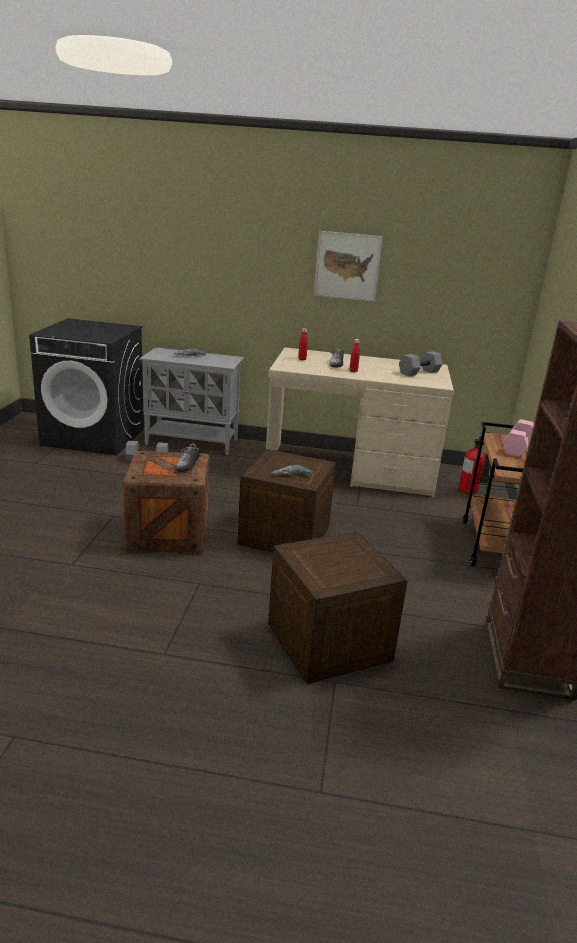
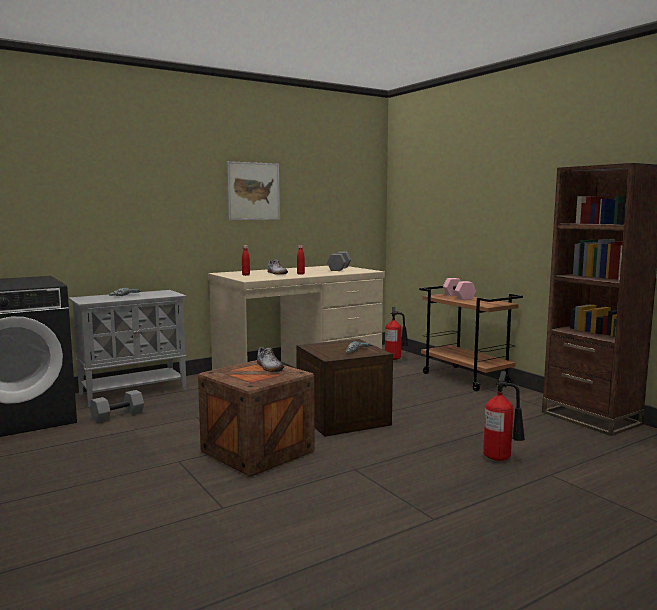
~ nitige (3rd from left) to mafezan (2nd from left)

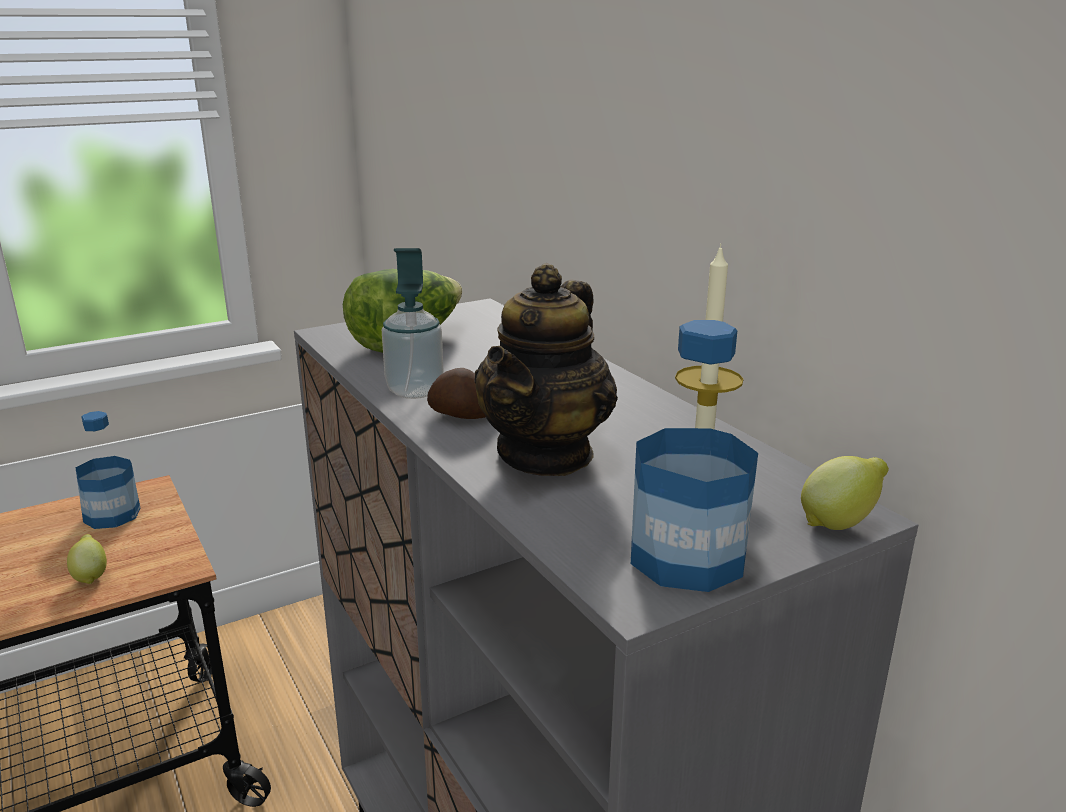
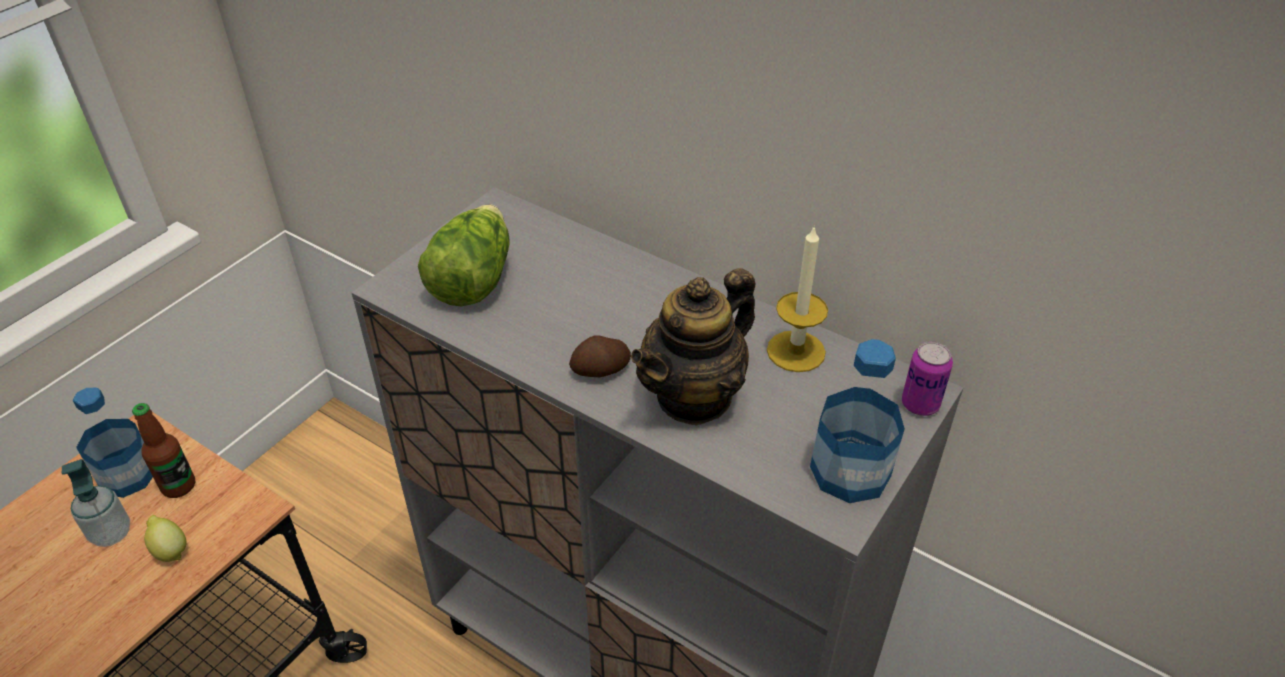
+ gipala (2nd from left)
~ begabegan
~ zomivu (2nd from left) to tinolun
~ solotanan 45 degrees clockwise

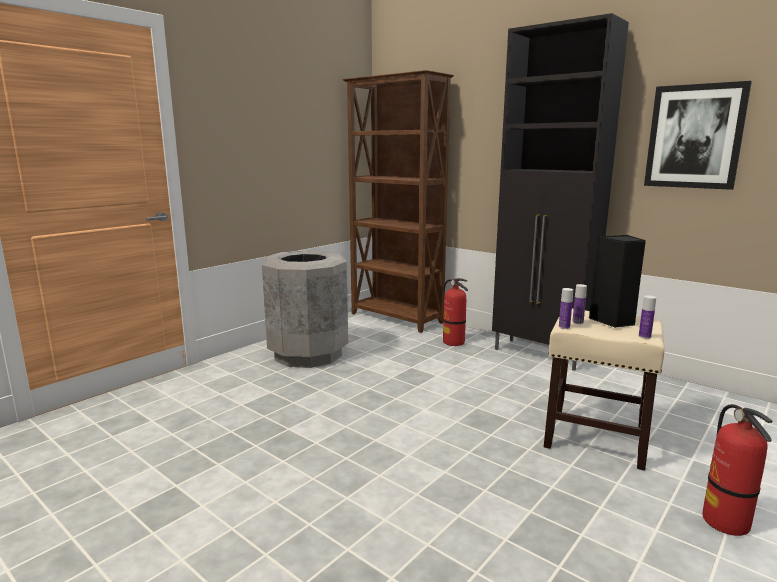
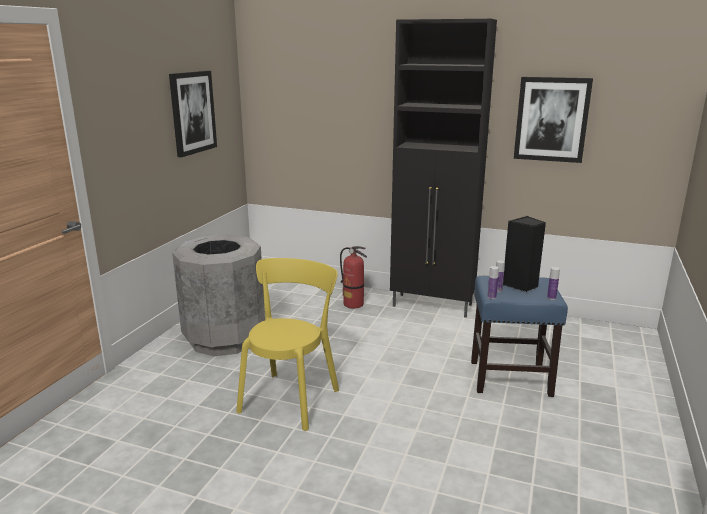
- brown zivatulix
- mafezan (2nd from left)
+ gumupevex (1st from left)
+ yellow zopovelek
~ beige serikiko to blue serikiko

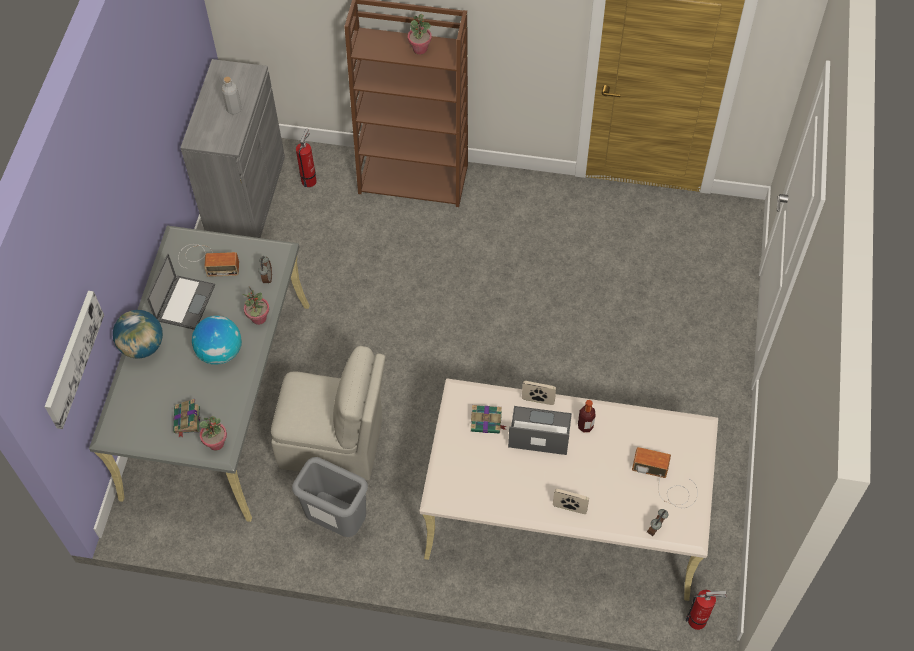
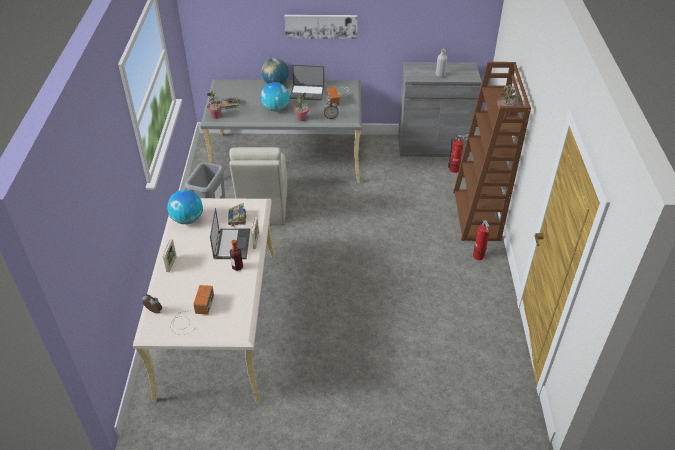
+ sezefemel (1st from left)
~ gumupevex
~ mafezan (2nd from left)

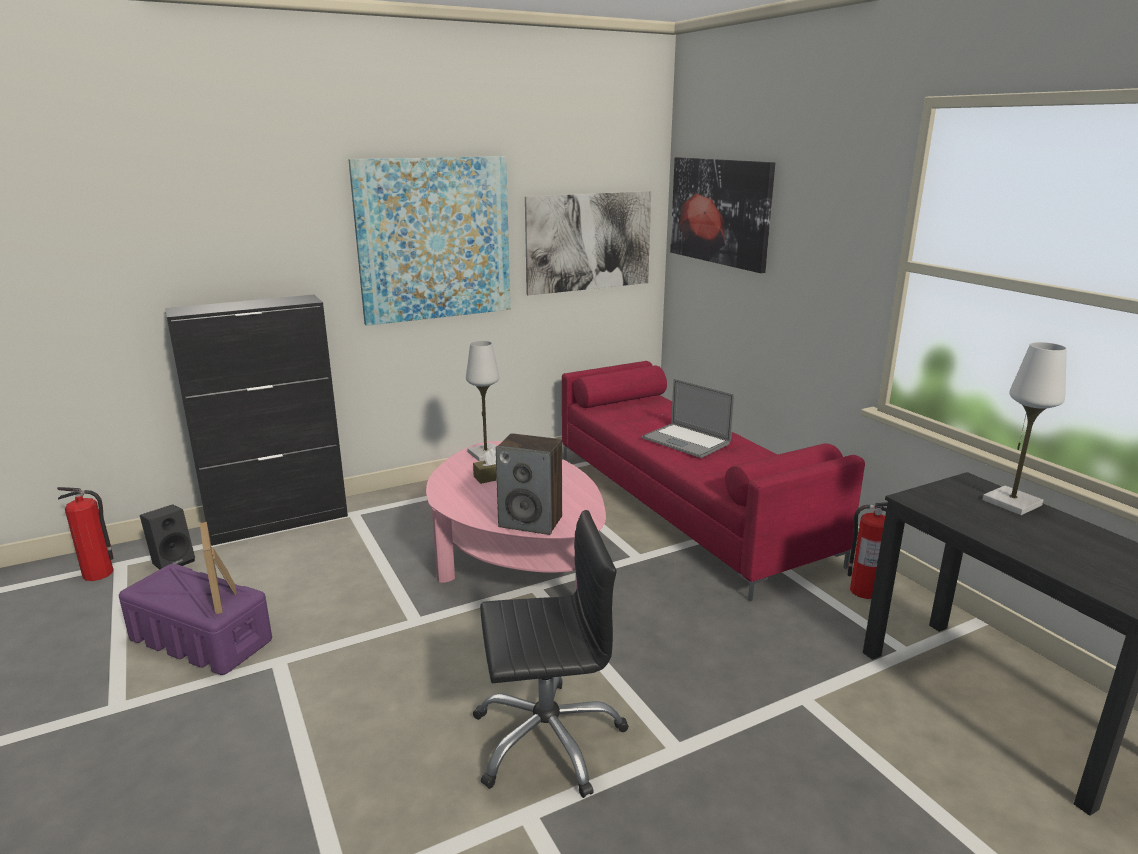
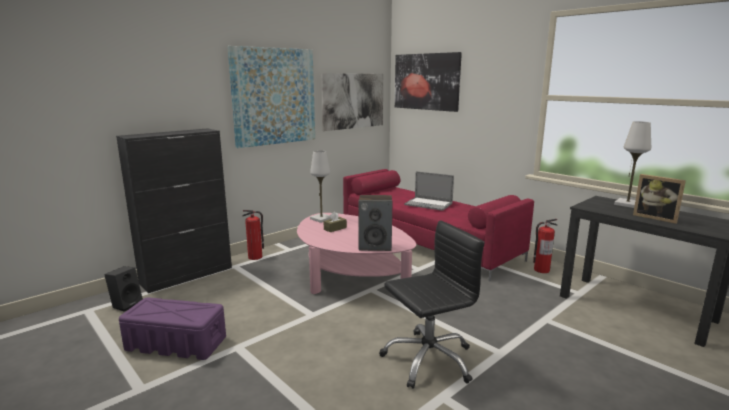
~ mafezan (1st from left)
~ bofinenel

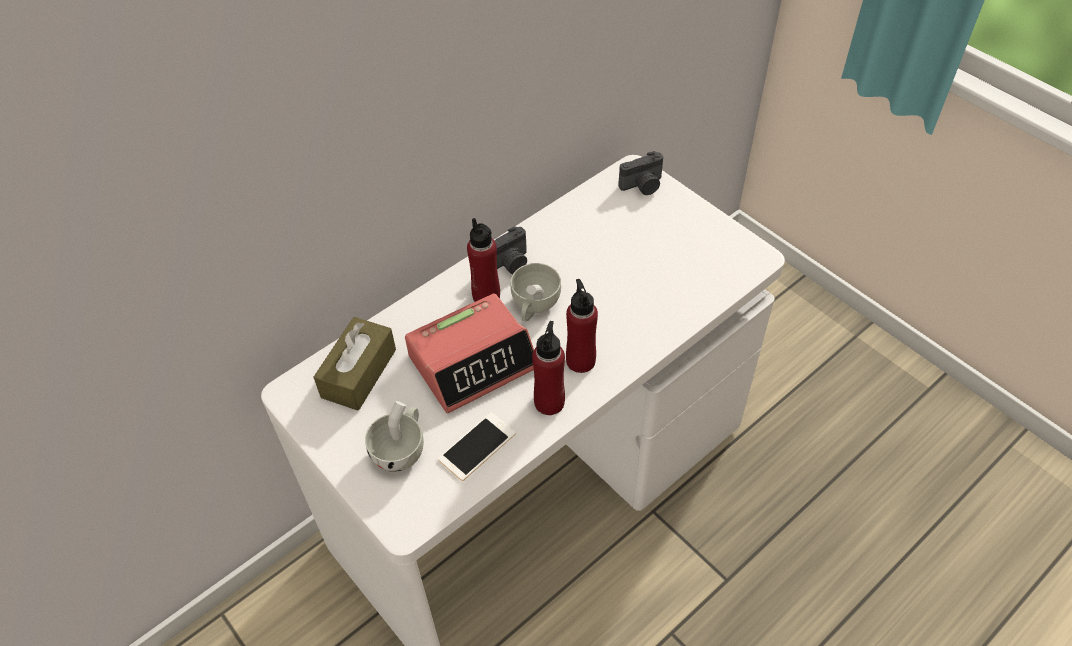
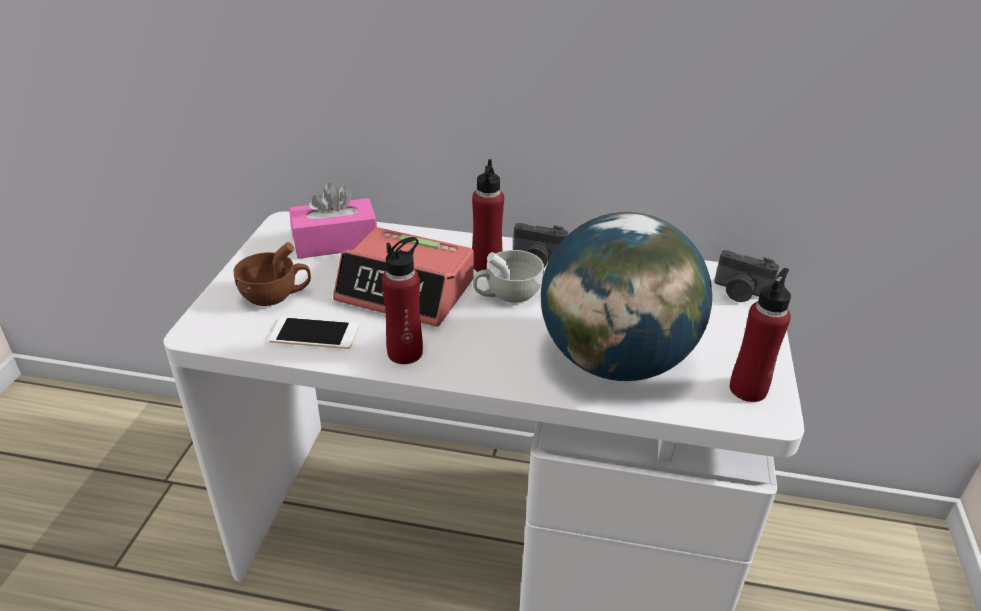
+ sezefemel
~ red gipala (3rd from left)
~ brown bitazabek to pink bitazabek
~ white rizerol (1st from left) to brown rizerol

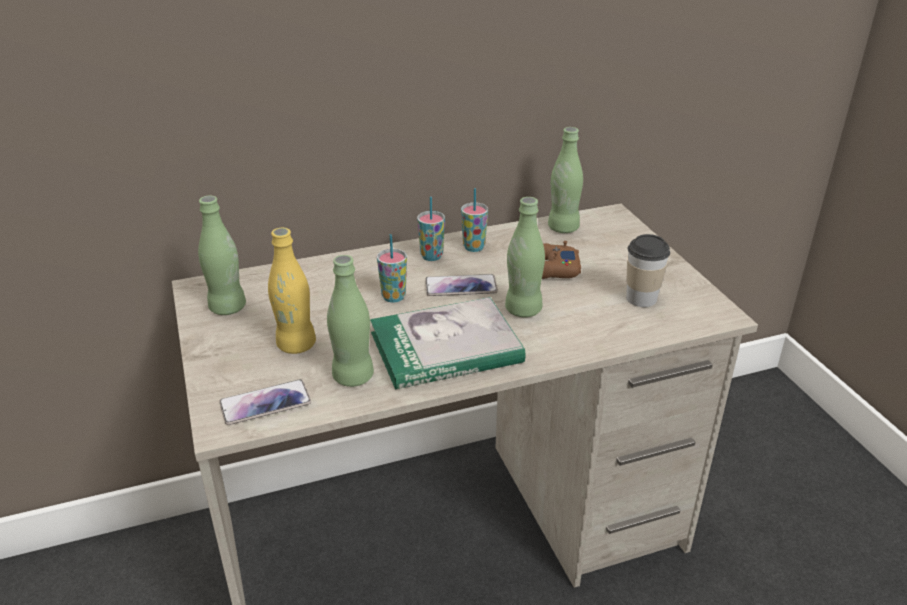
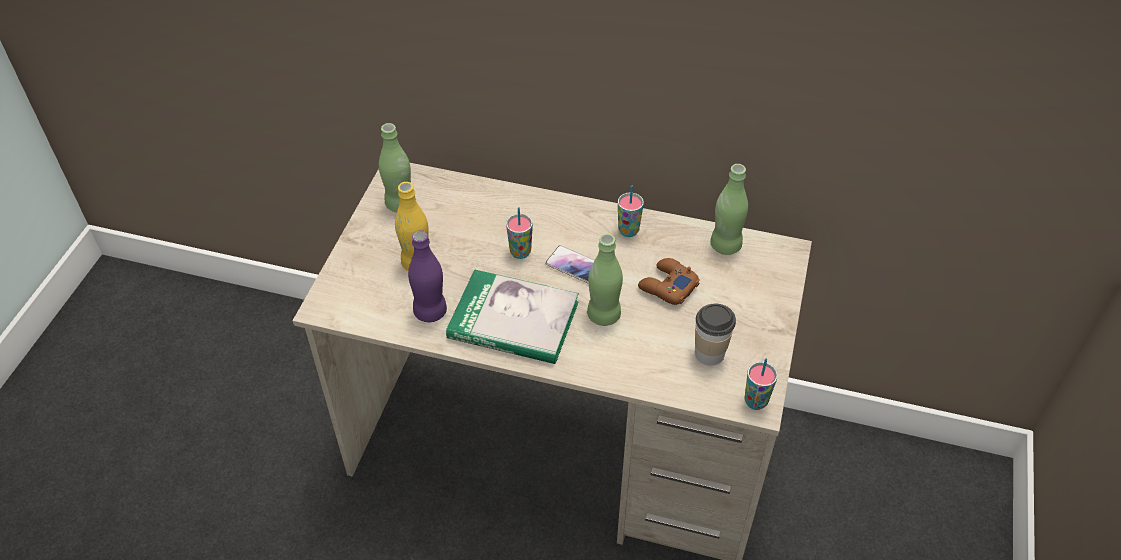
- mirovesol (1st from left)
~ rizerol (2nd from left in the first image) to rizerol (4th from left)
~ green gipala (2nd from left) to purple gipala

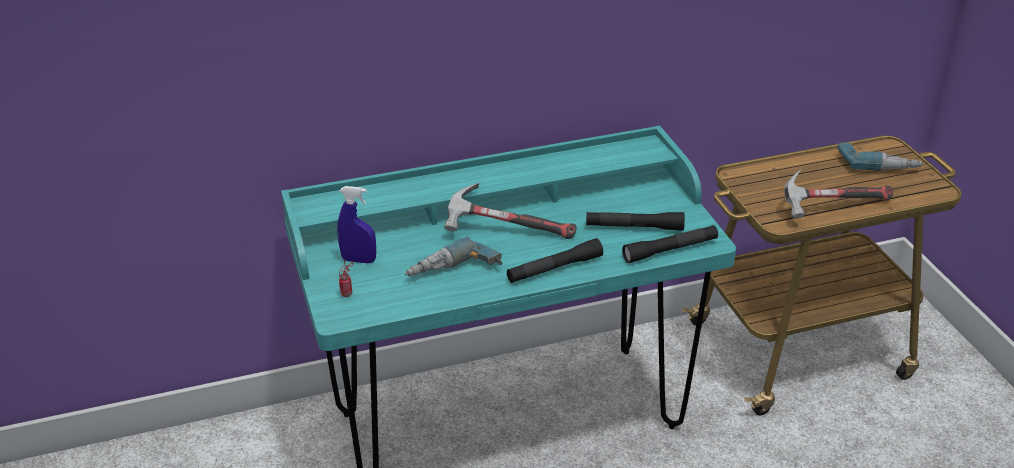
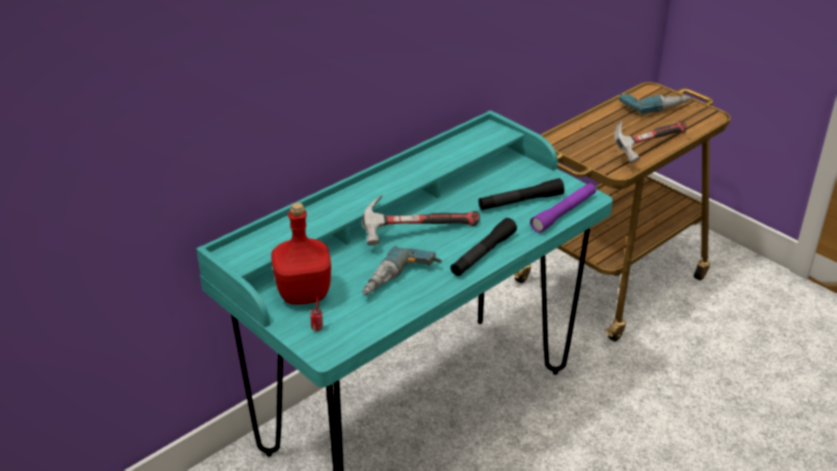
~ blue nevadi to red gipala
~ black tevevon (3rd from left) to purple tevevon

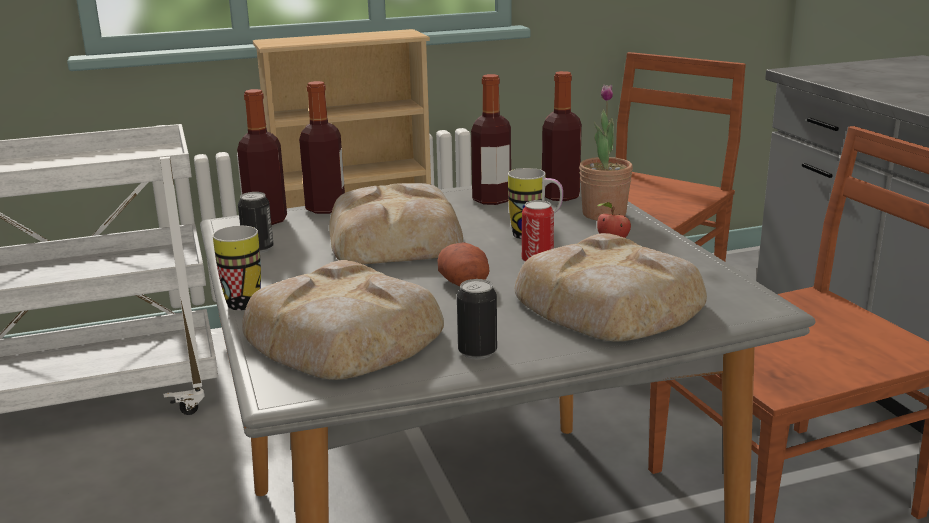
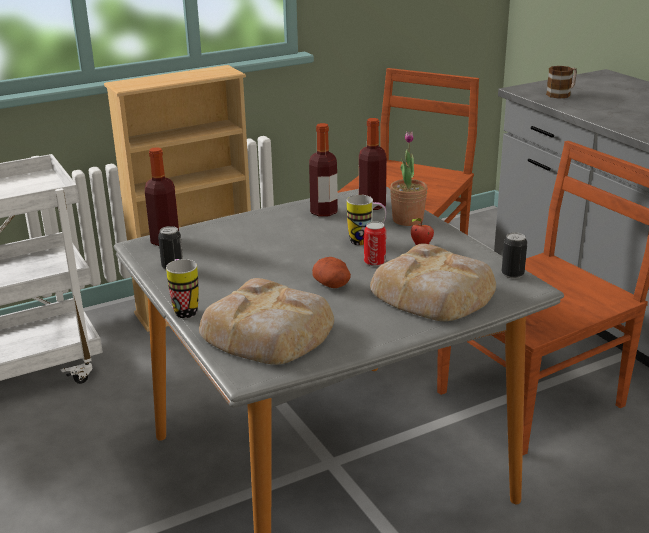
- gipala (2nd from left)
- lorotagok (2nd from left)
+ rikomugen (3rd from left)
~ tinolun (2nd from left in the first image) to tinolun (3rd from left)

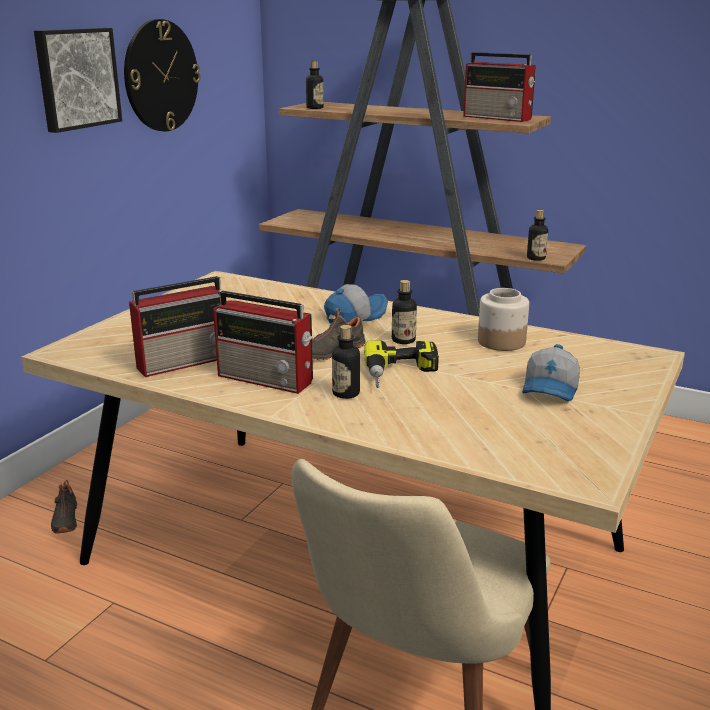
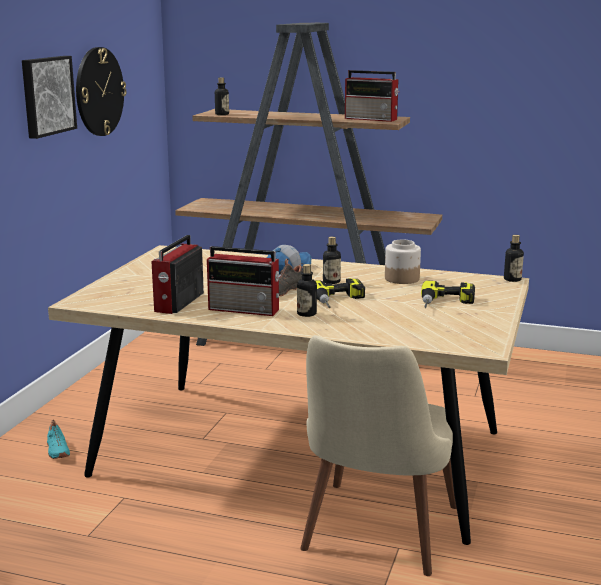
~ gipala (4th from left)
~ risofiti (2nd from left) to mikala (2nd from left)
~ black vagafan (1st from left) to turquoise vagafan
~ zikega (1st from left) 150 degrees clockwise

